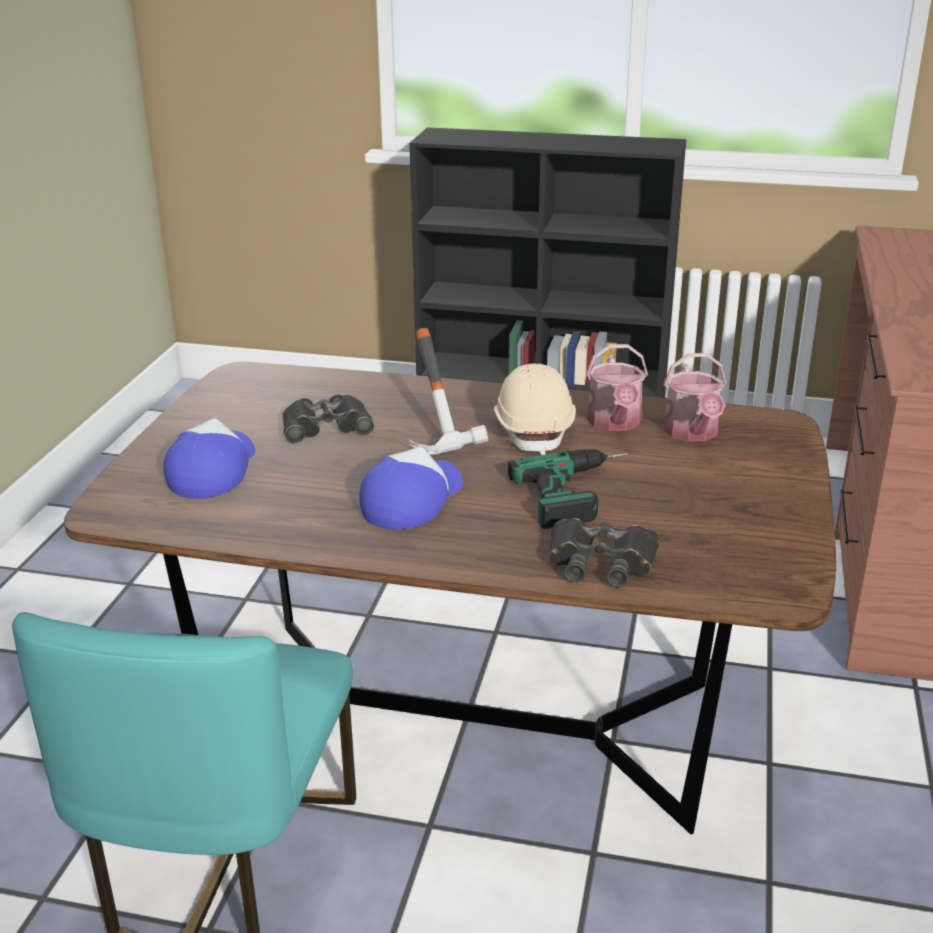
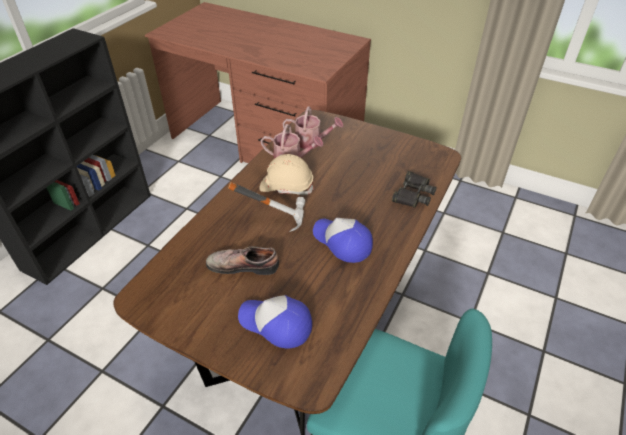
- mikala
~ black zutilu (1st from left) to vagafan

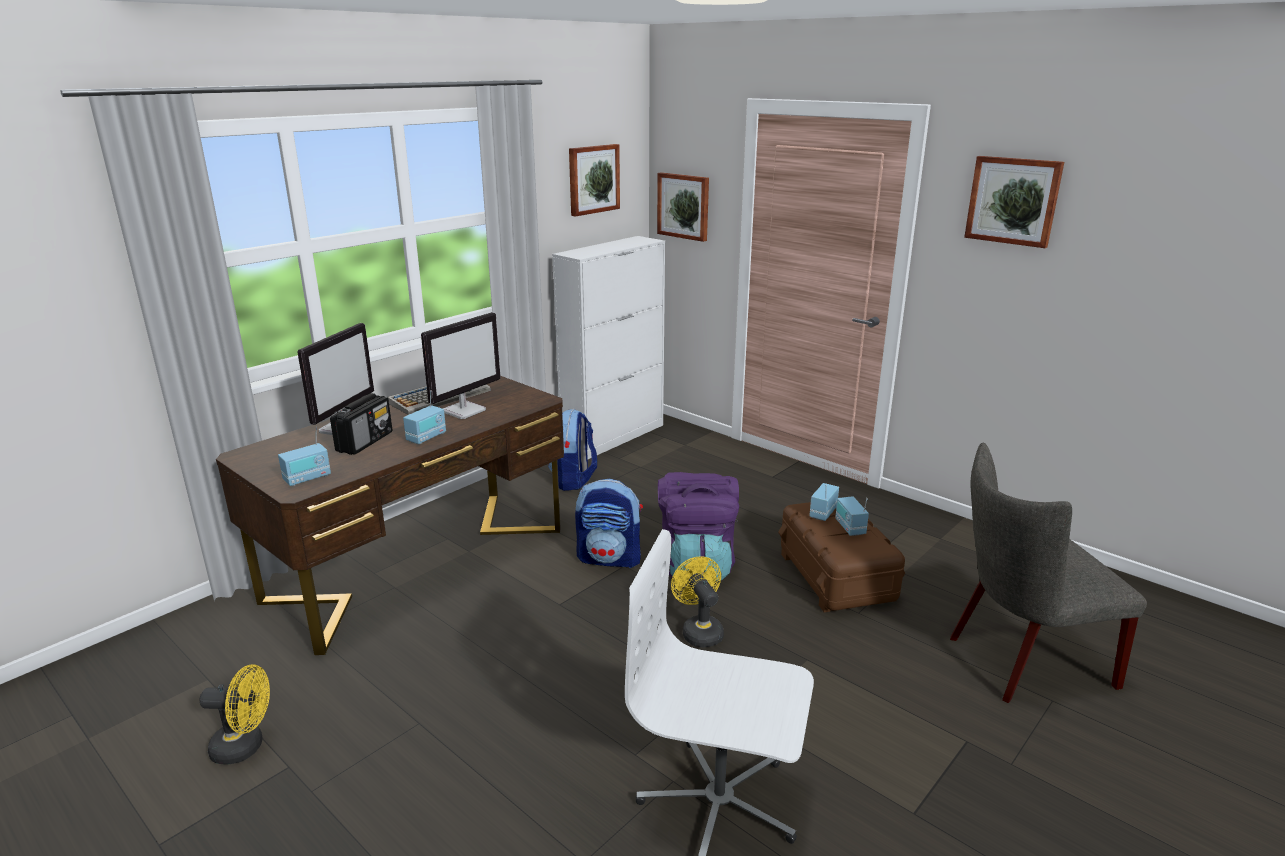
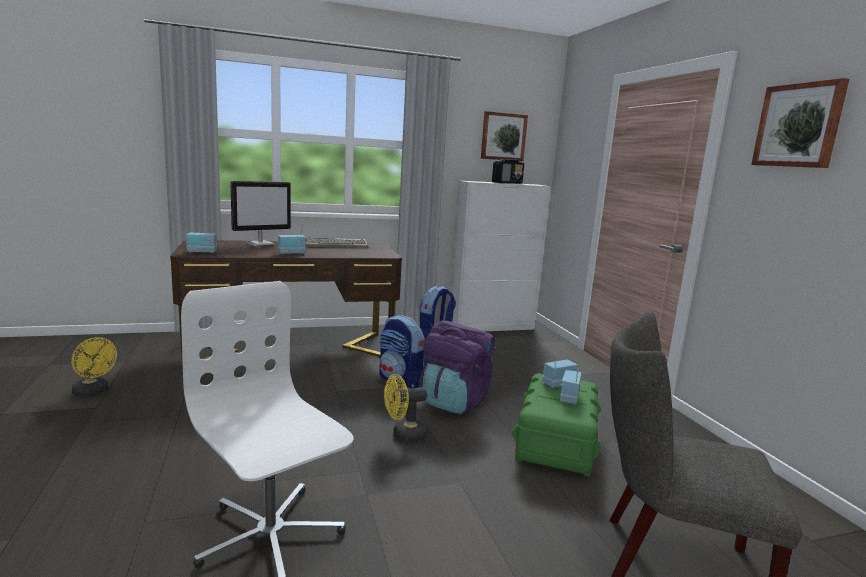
- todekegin (2nd from left)
- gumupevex (2nd from left)
~ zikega (2nd from left in the first image) to zikega (3rd from left)
~ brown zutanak to green zutanak
~ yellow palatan (2nd from left) 120 degrees counterclockwise

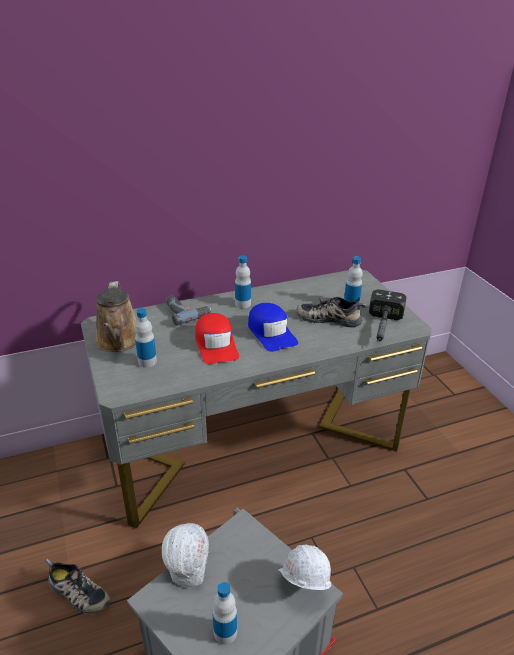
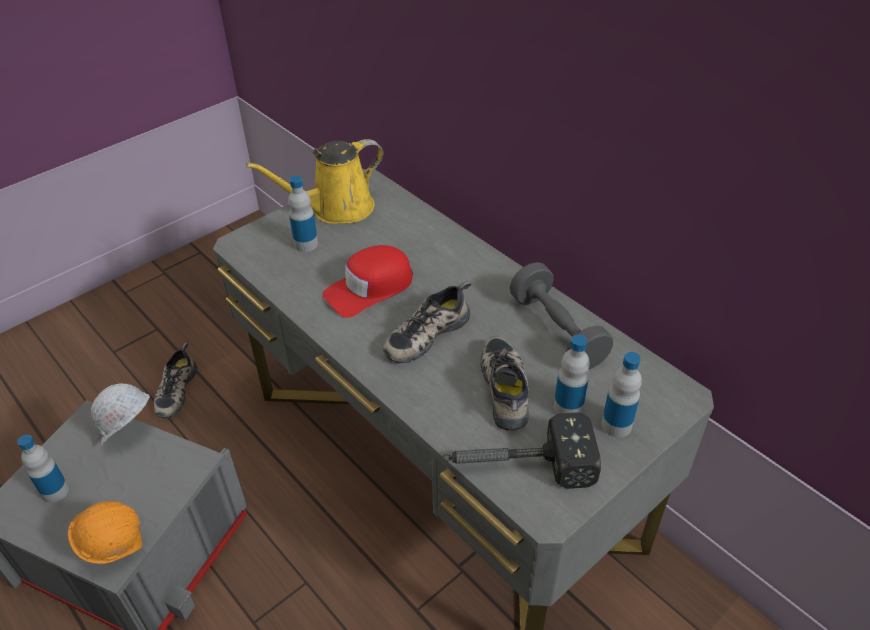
- mikala
+ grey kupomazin
~ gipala (3rd from left in the first image) to gipala (4th from left)
~ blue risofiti to vagafan (2nd from left)
~ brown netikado to yellow netikado
~ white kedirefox (2nd from left) to orange kedirefox

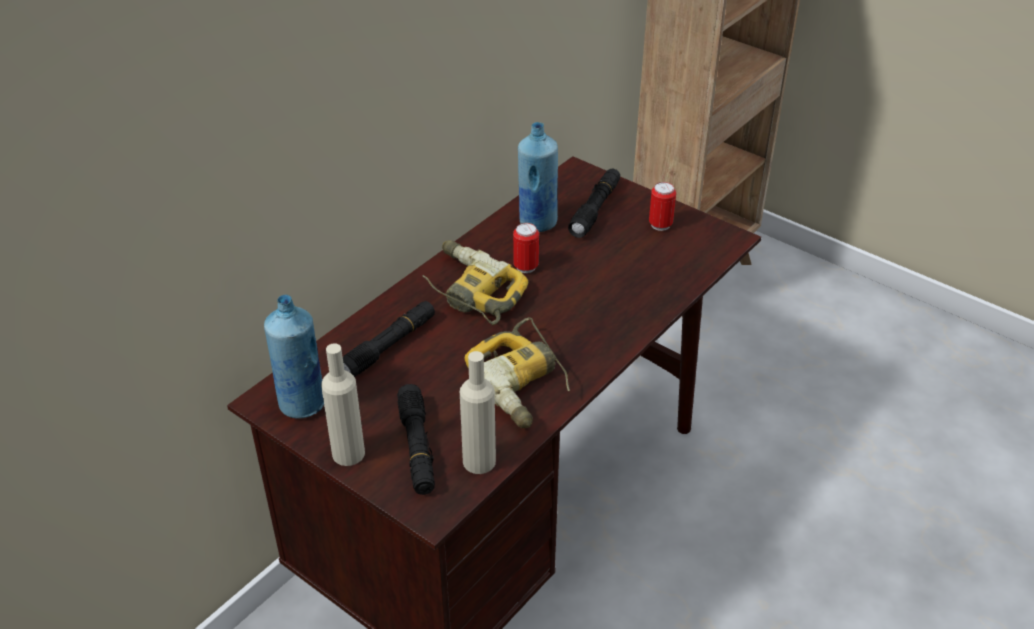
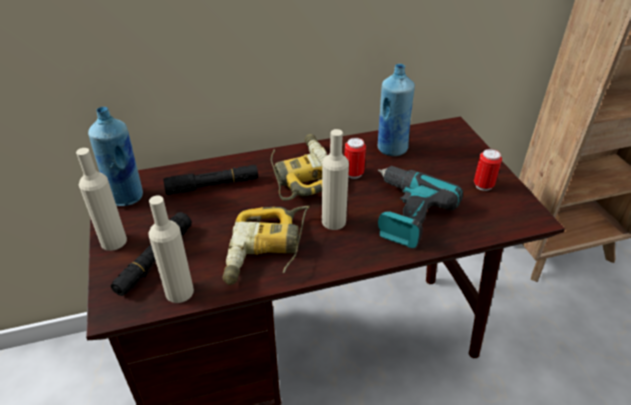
- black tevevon (3rd from left)
+ beige gipala (3rd from left)
+ mikala (3rd from left)

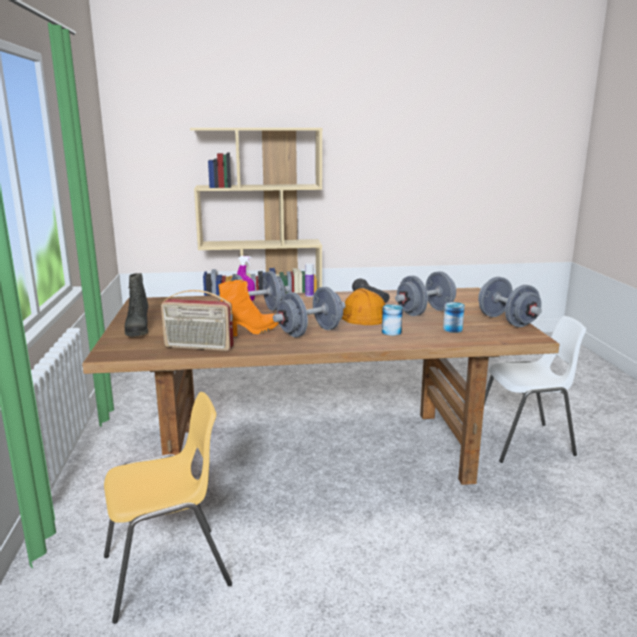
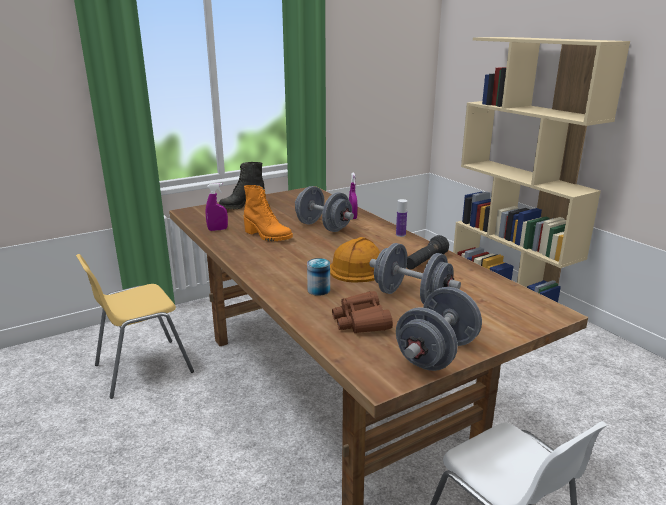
- grey kupomazin (2nd from left)
~ zikega to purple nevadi (1st from left)
~ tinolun (2nd from left) to brown zutilu
~ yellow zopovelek 105 degrees clockwise

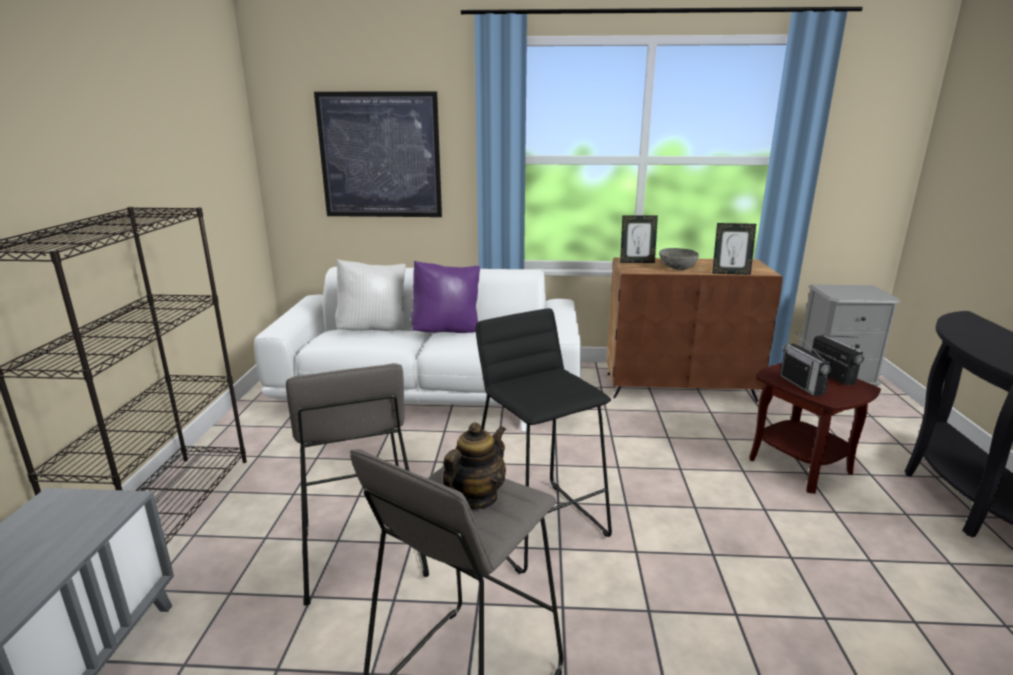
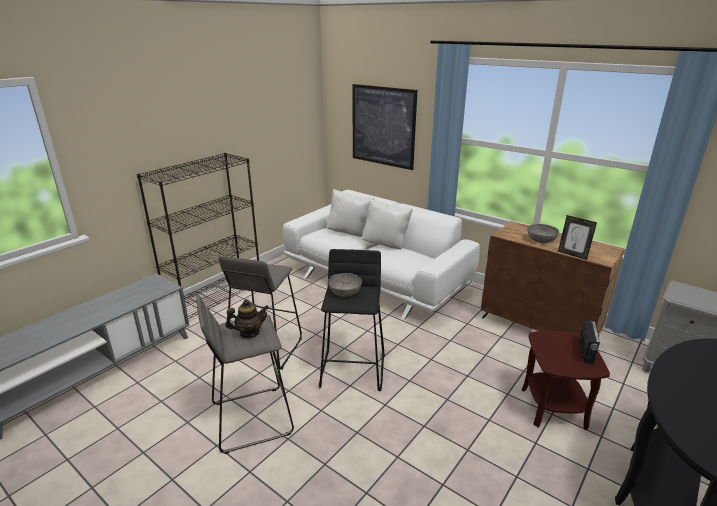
- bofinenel (1st from left)
- zikega (1st from left)
+ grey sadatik (1st from left)
~ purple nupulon to white nupulon (2nd from left)

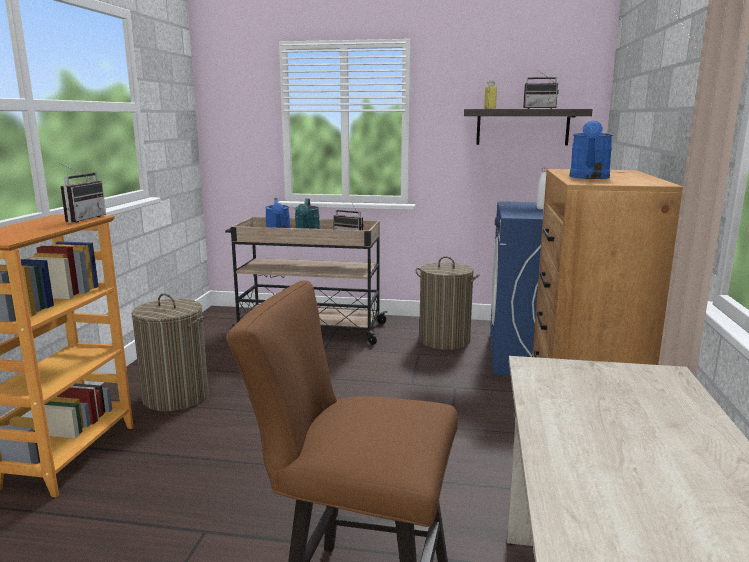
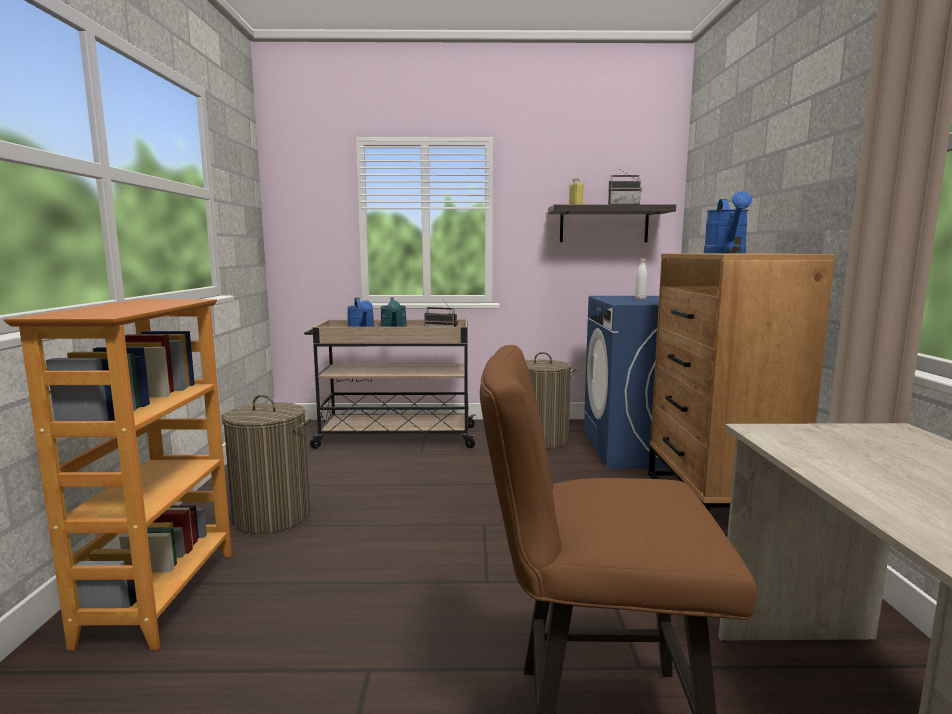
- zikega (1st from left)

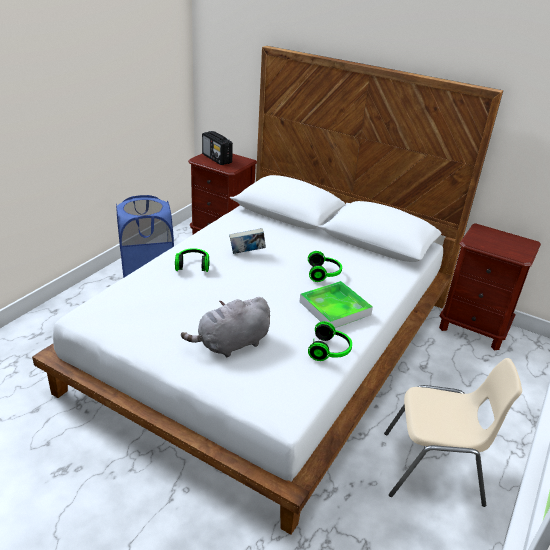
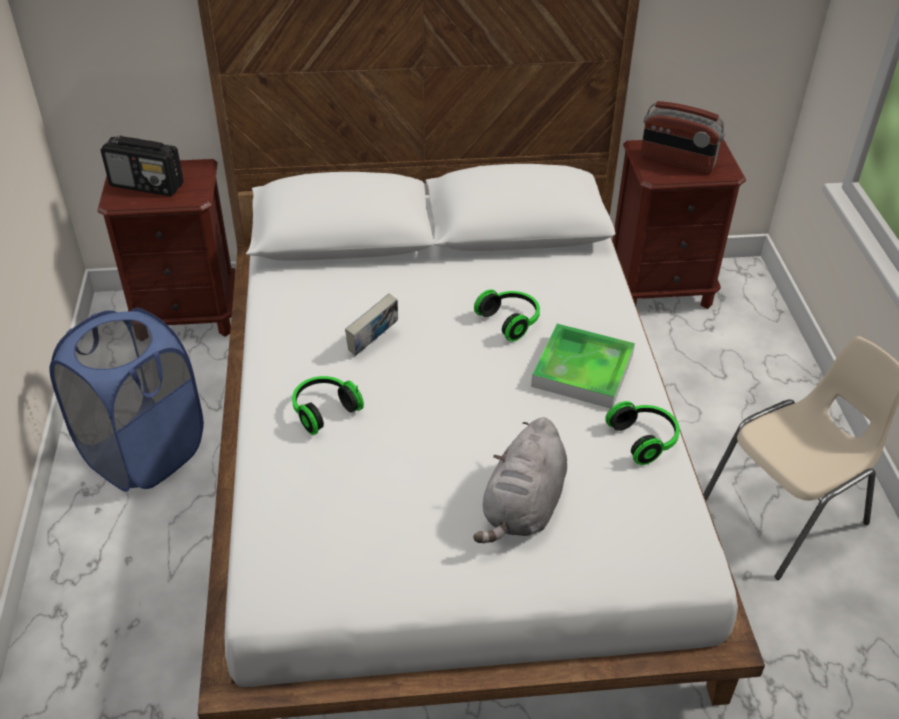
+ zikega (2nd from left)

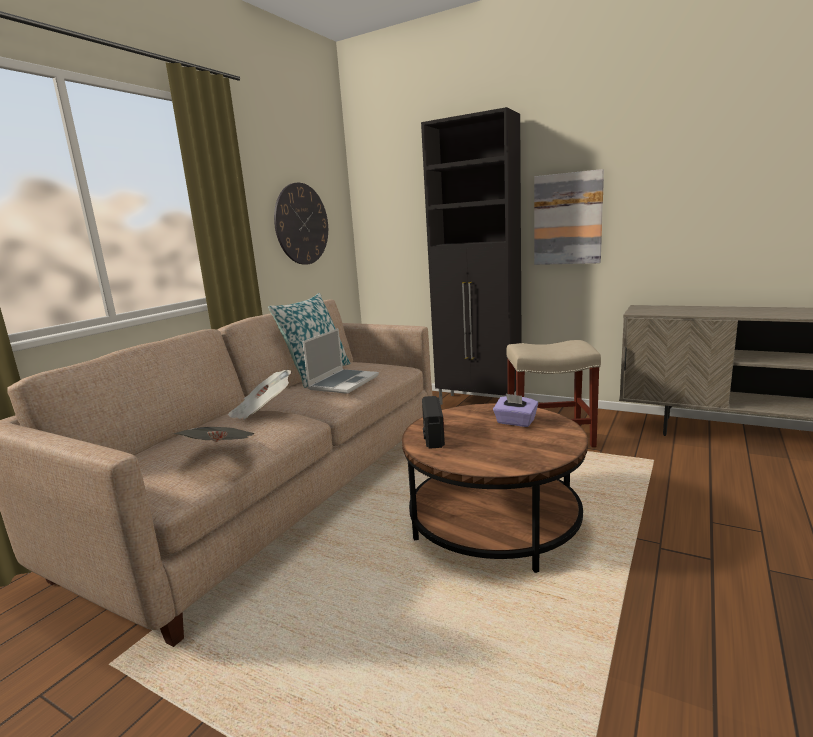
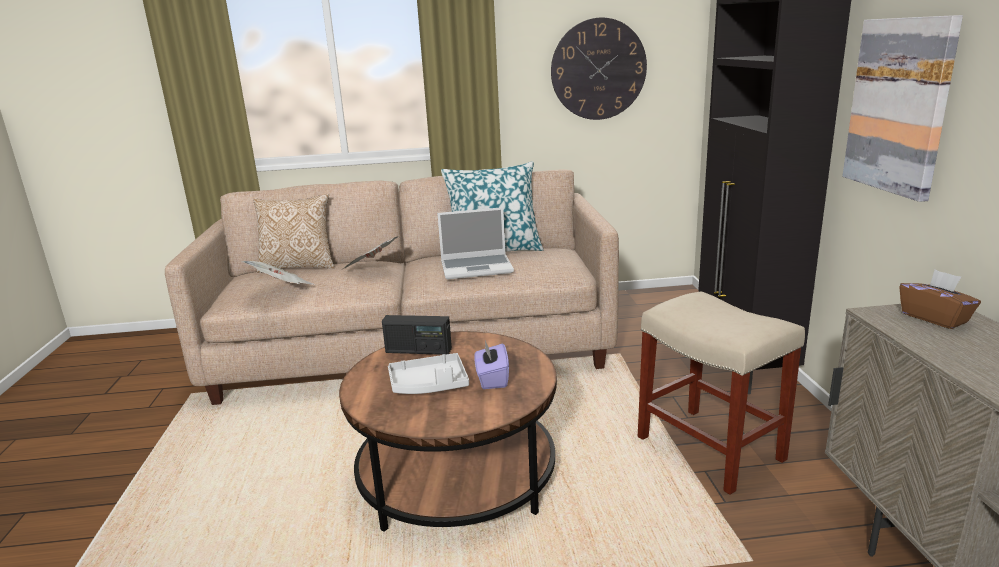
+ nupulon (1st from left)
+ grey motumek
+ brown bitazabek
~ zikega 135 degrees counterclockwise

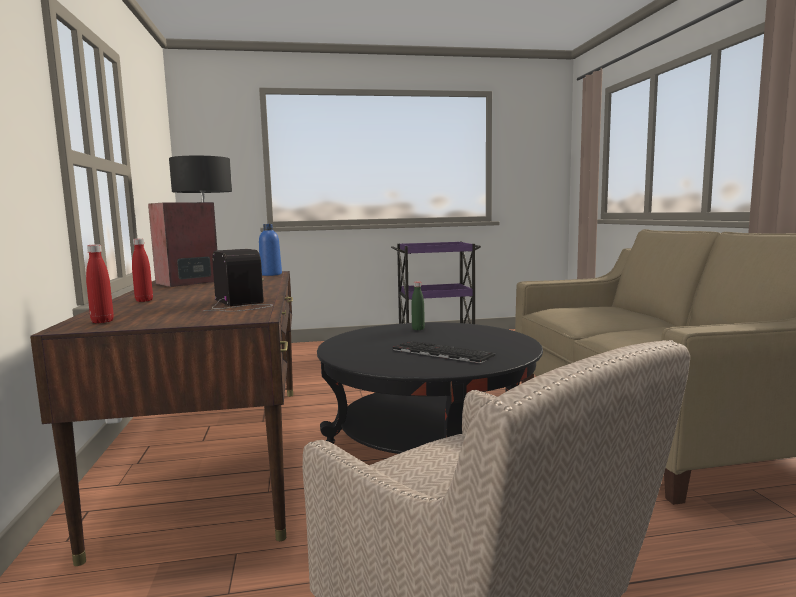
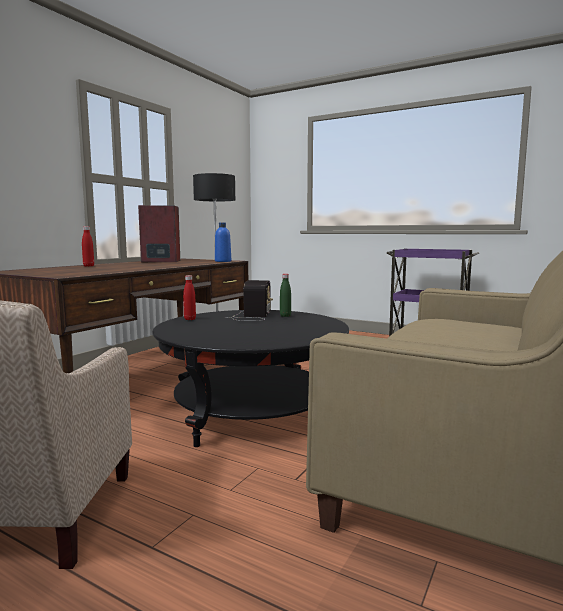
- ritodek
~ red gipala (1st from left in the first image) to red gipala (2nd from left)
~ zikega

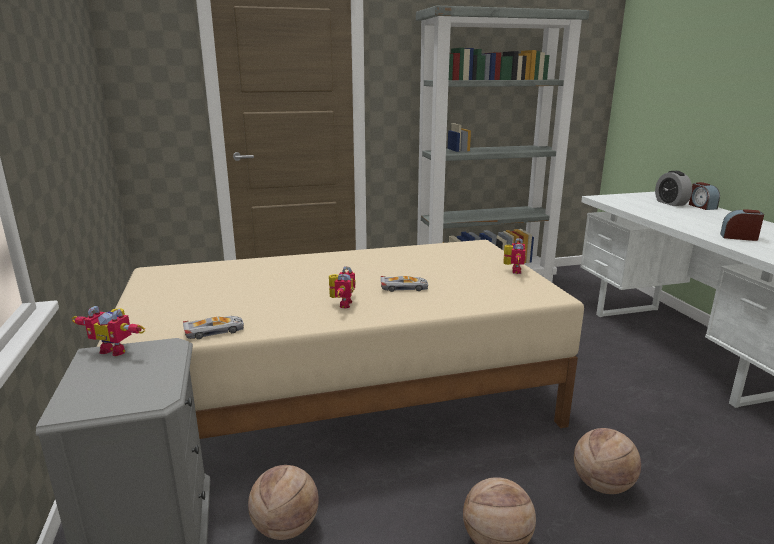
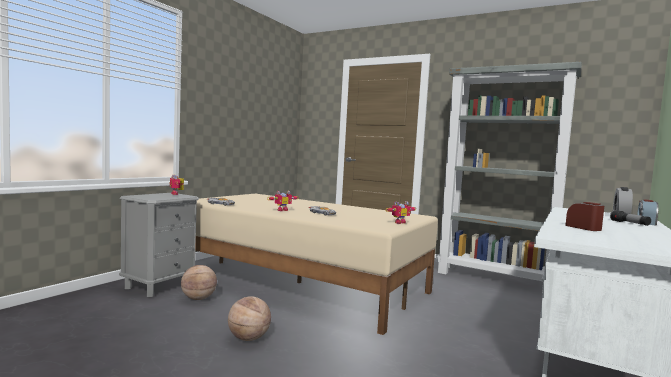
- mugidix (3rd from left)
+ tevevon

